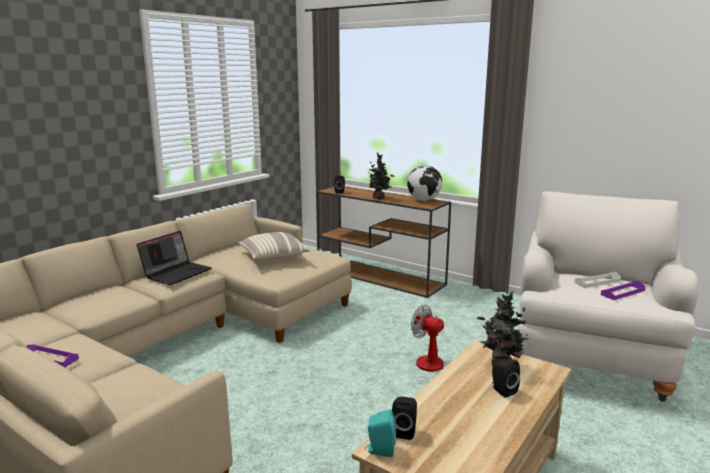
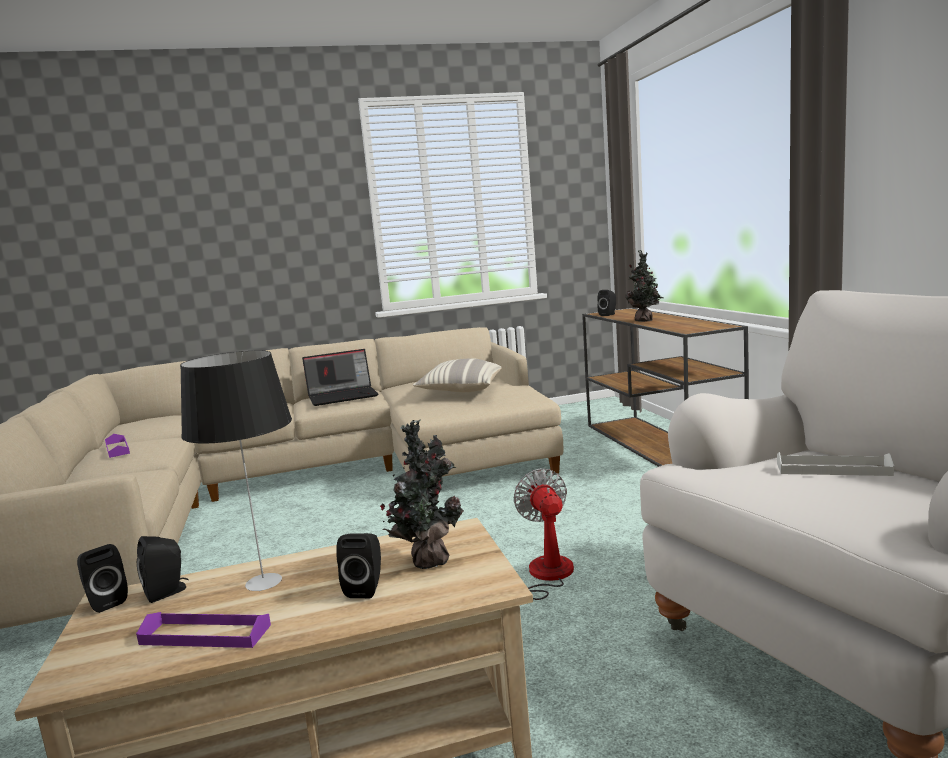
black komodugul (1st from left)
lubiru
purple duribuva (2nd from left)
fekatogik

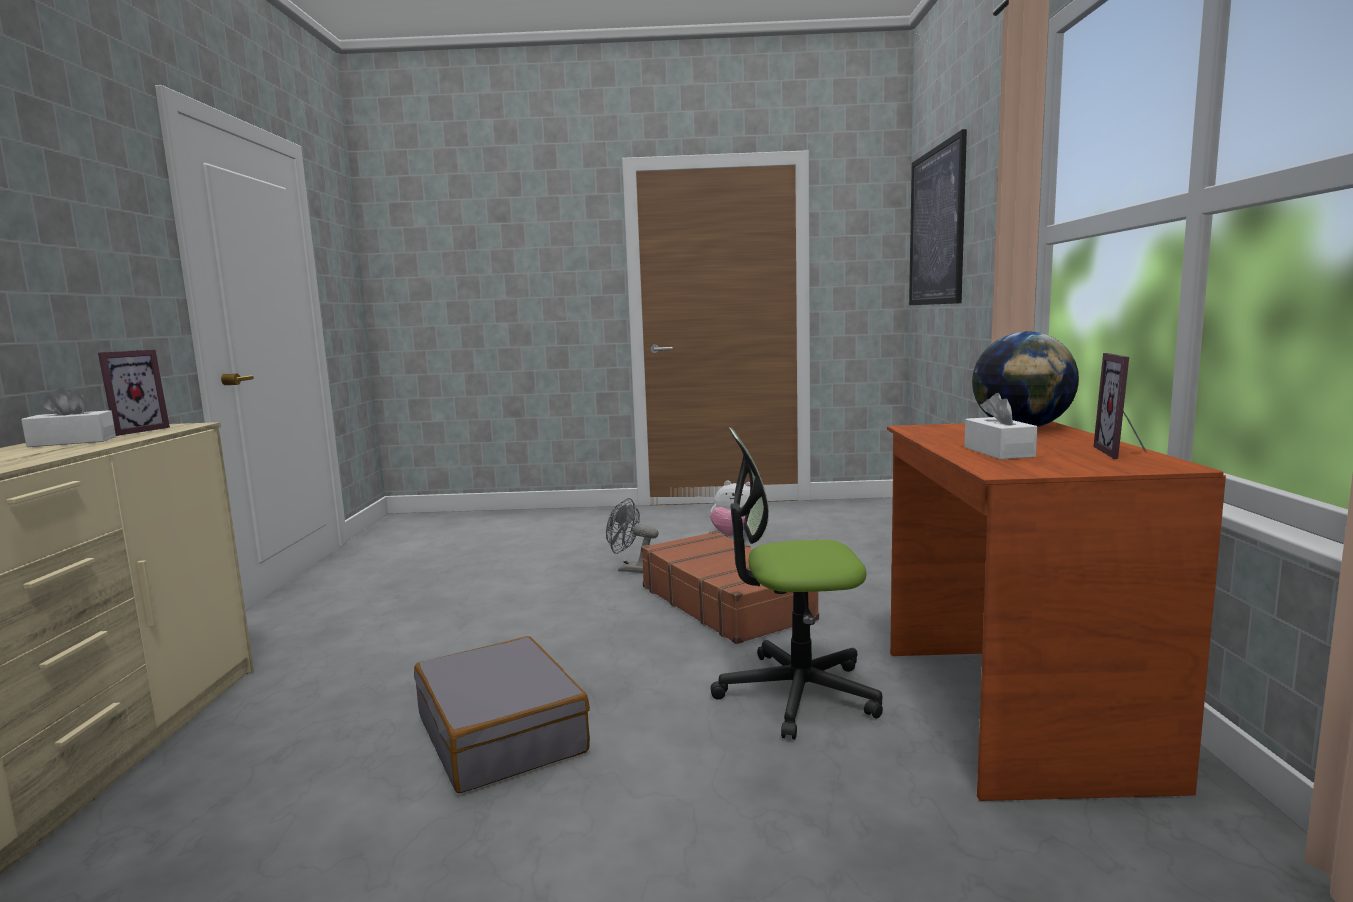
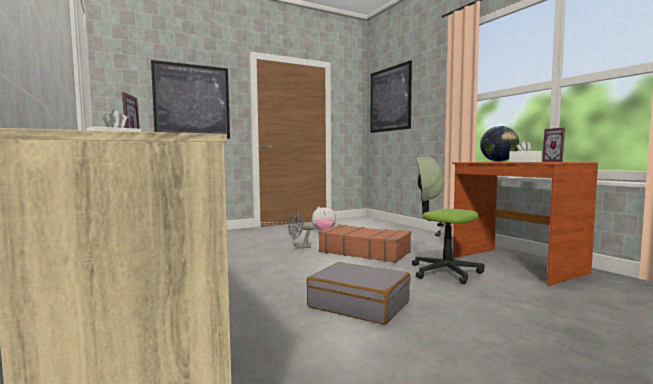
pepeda
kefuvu (1st from left)

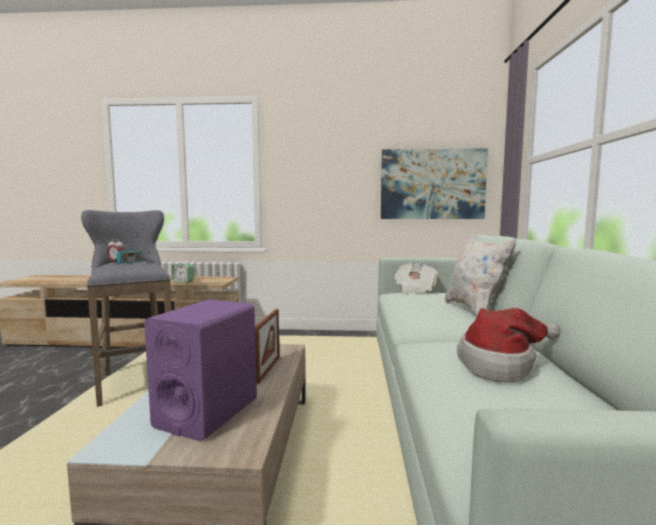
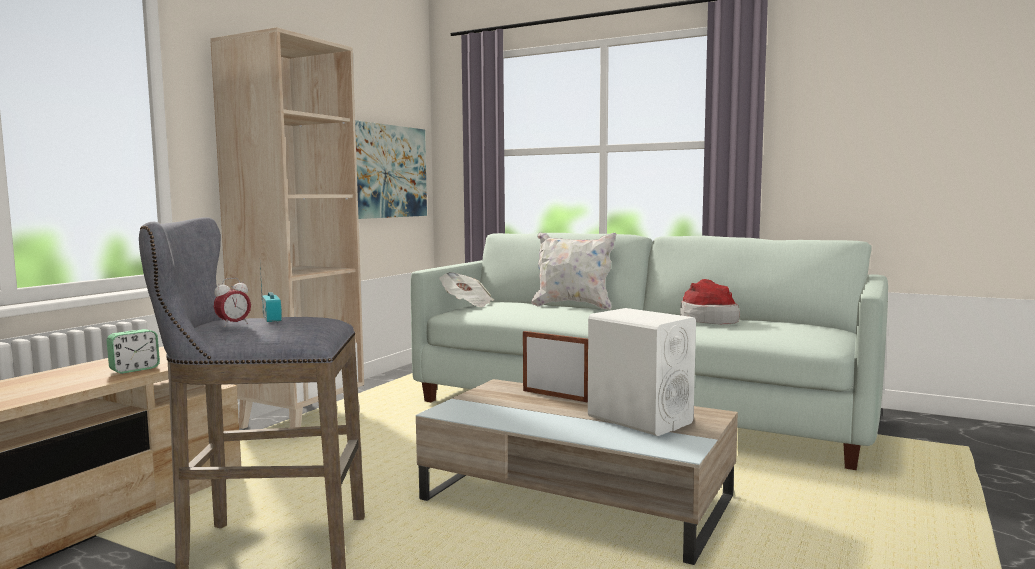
white komodugul
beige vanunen

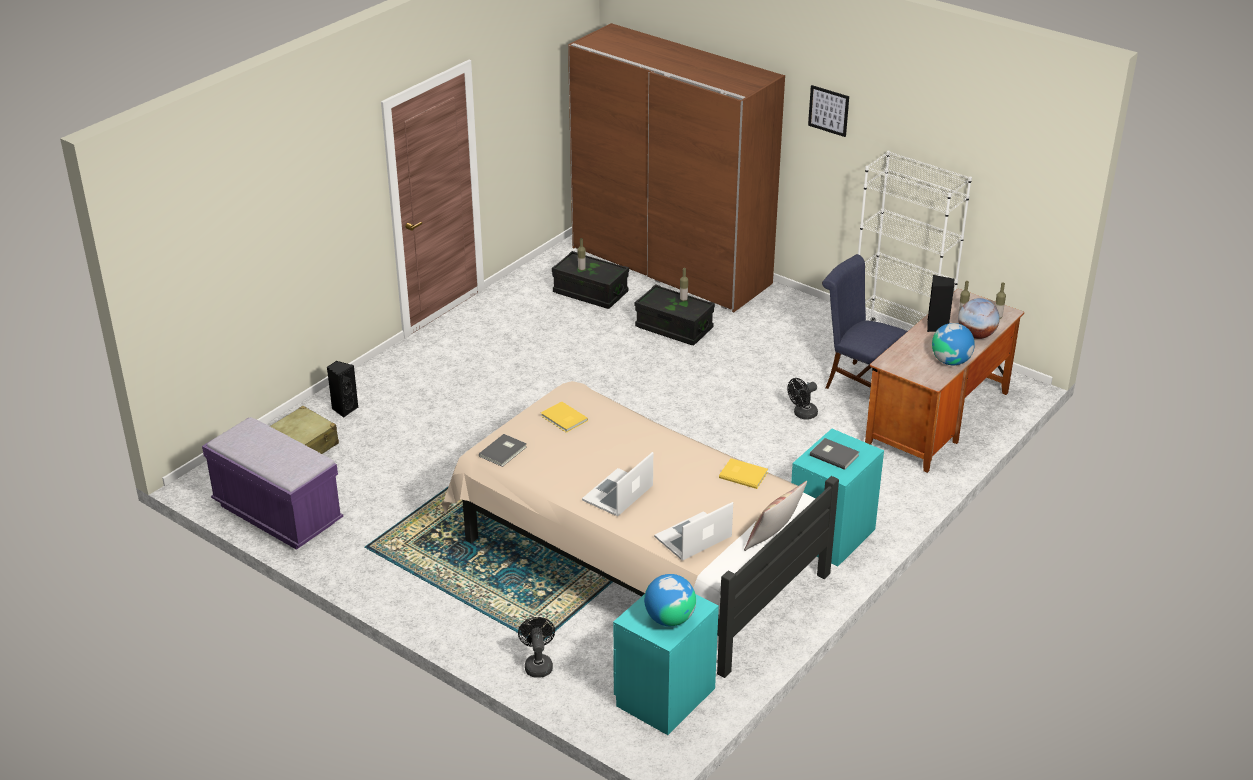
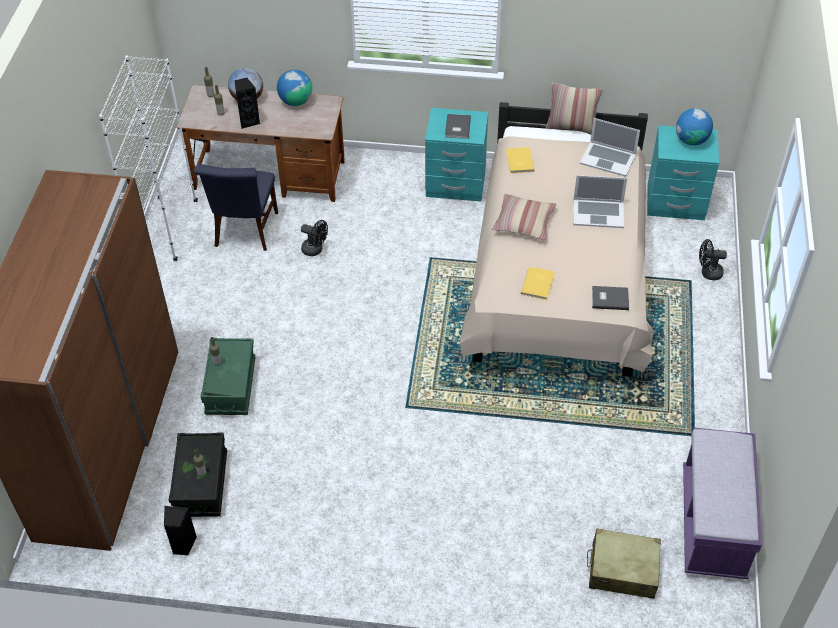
black komodugul (1st from left)
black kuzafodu (2nd from left)
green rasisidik
kefuvu
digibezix (1st from left)

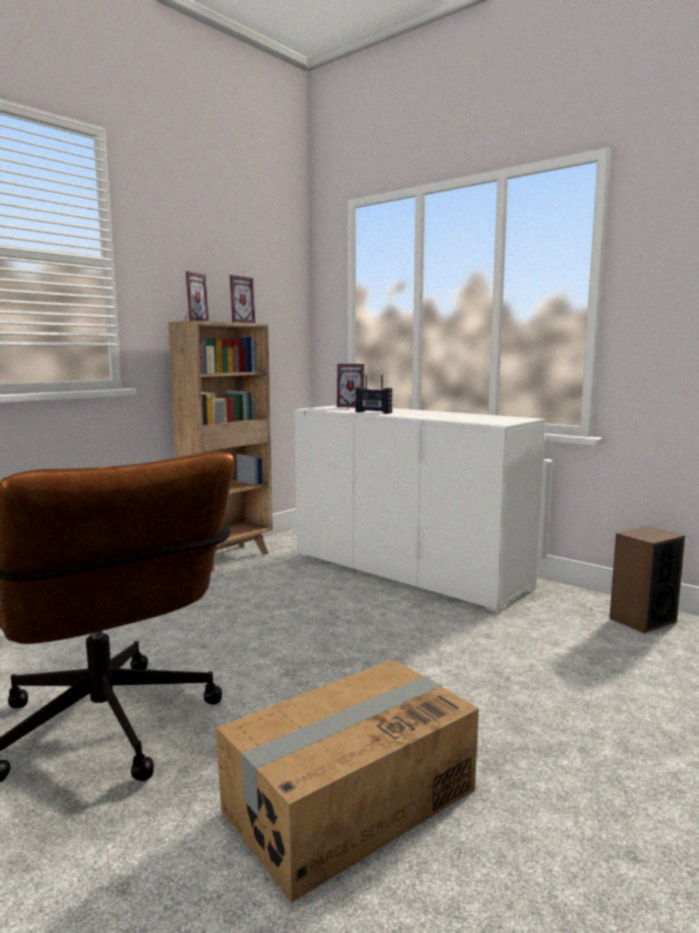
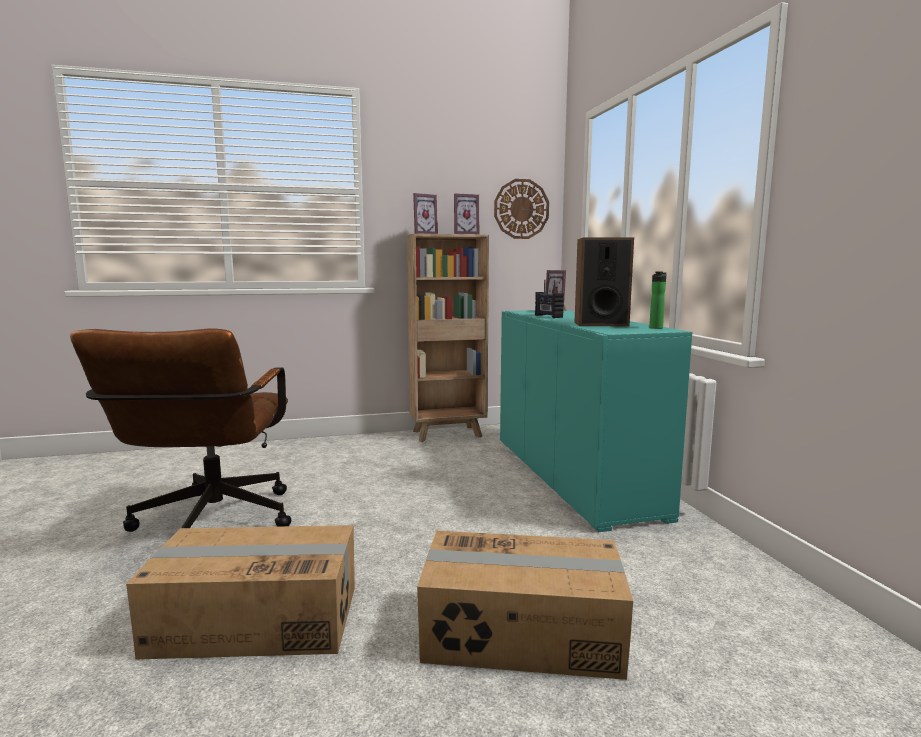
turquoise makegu
komodugul
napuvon (2nd from left)
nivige
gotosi

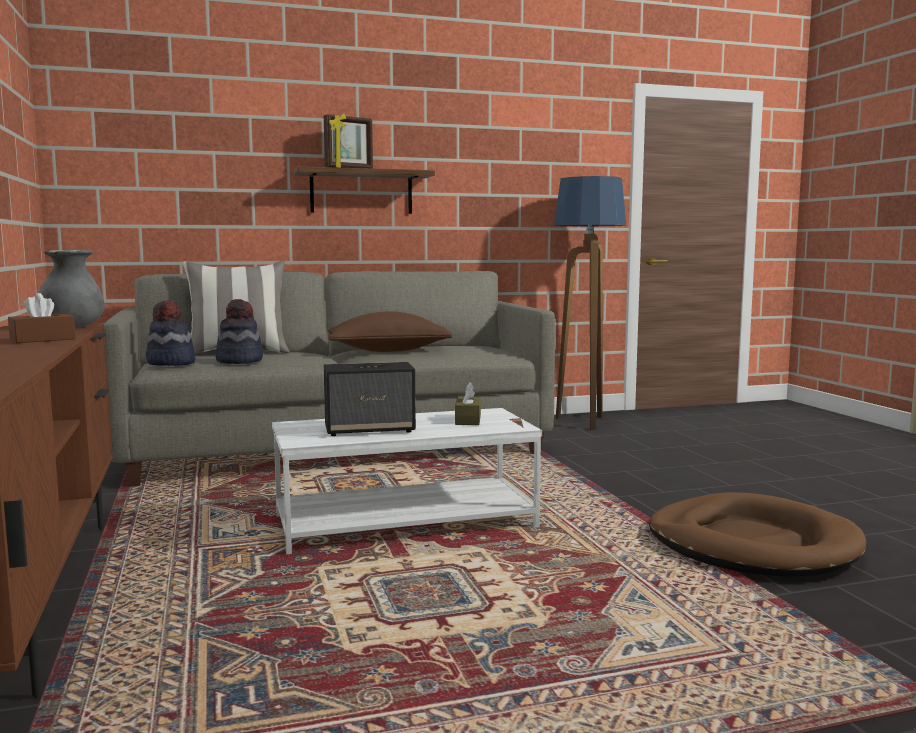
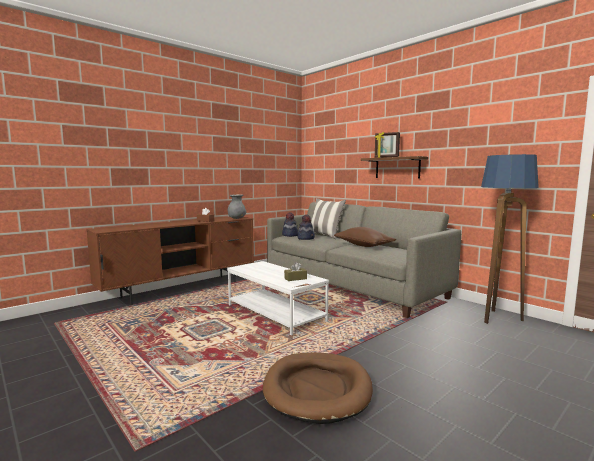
komodugul

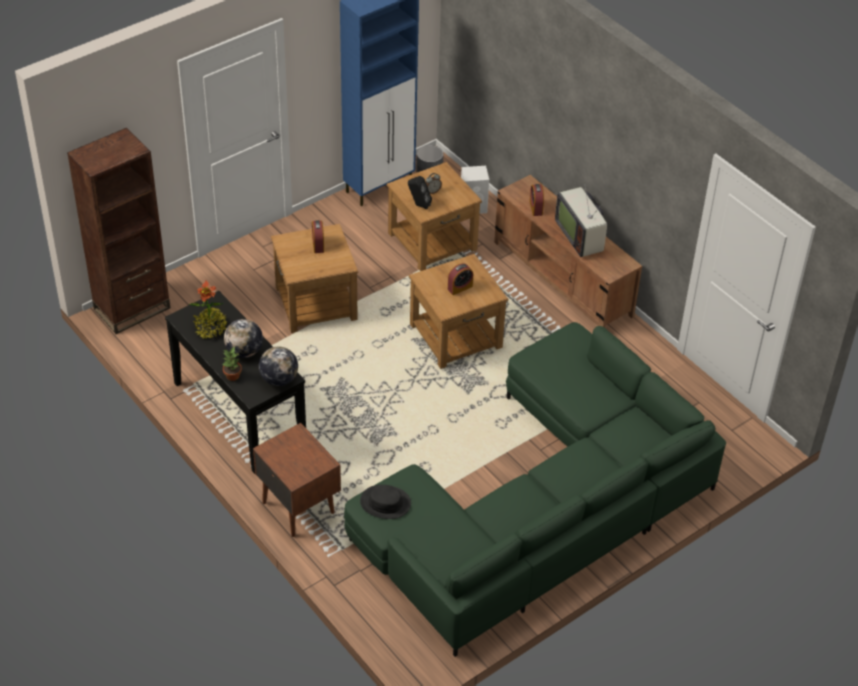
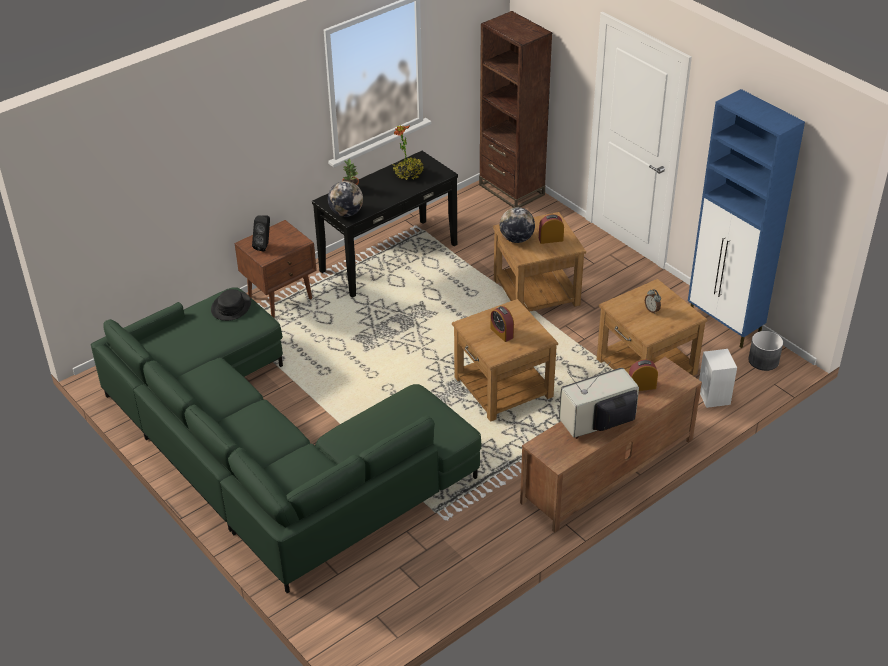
lubiru (2nd from left)
black komodugul

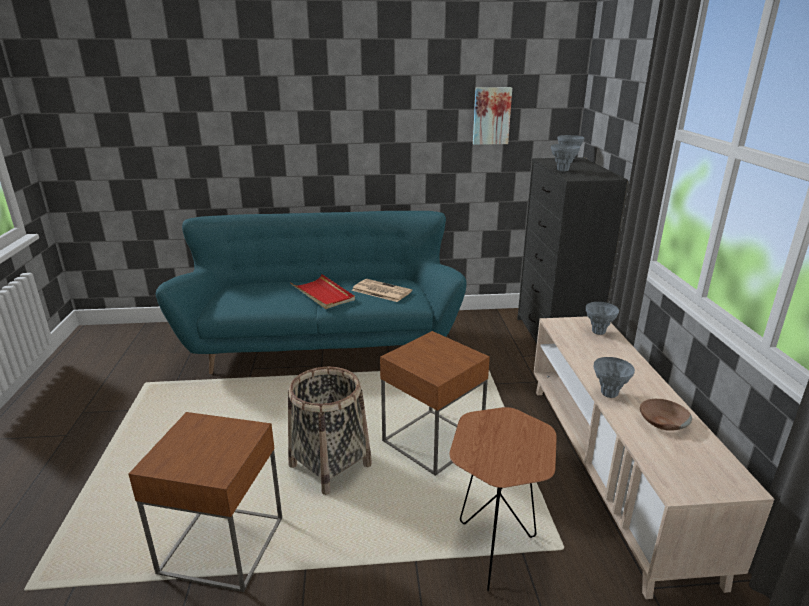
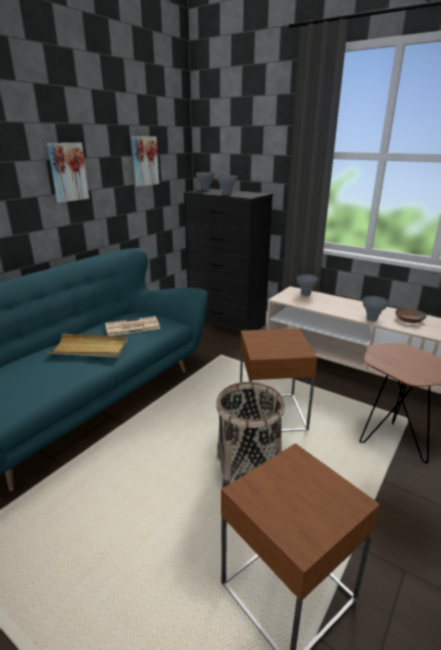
beige duribuva
kefuvu (1st from left)

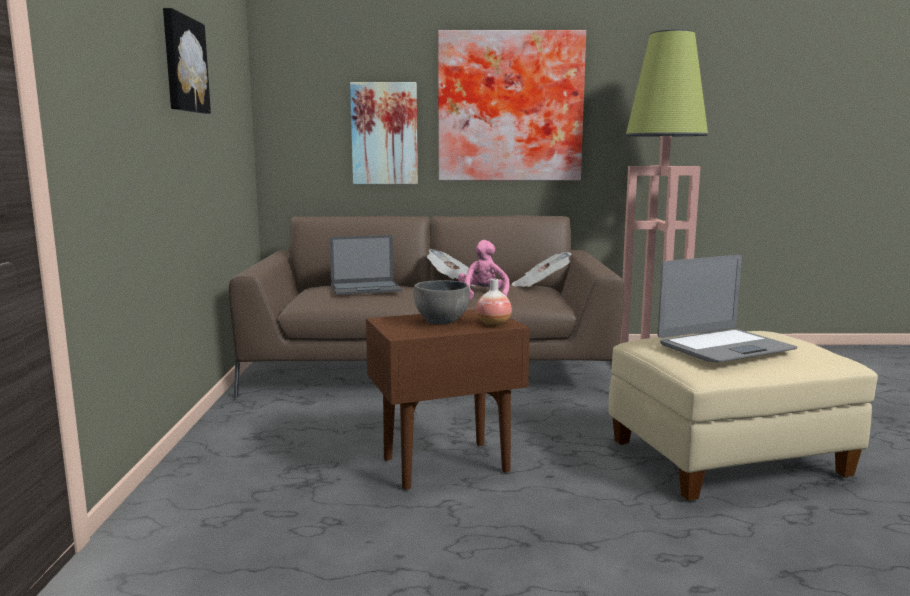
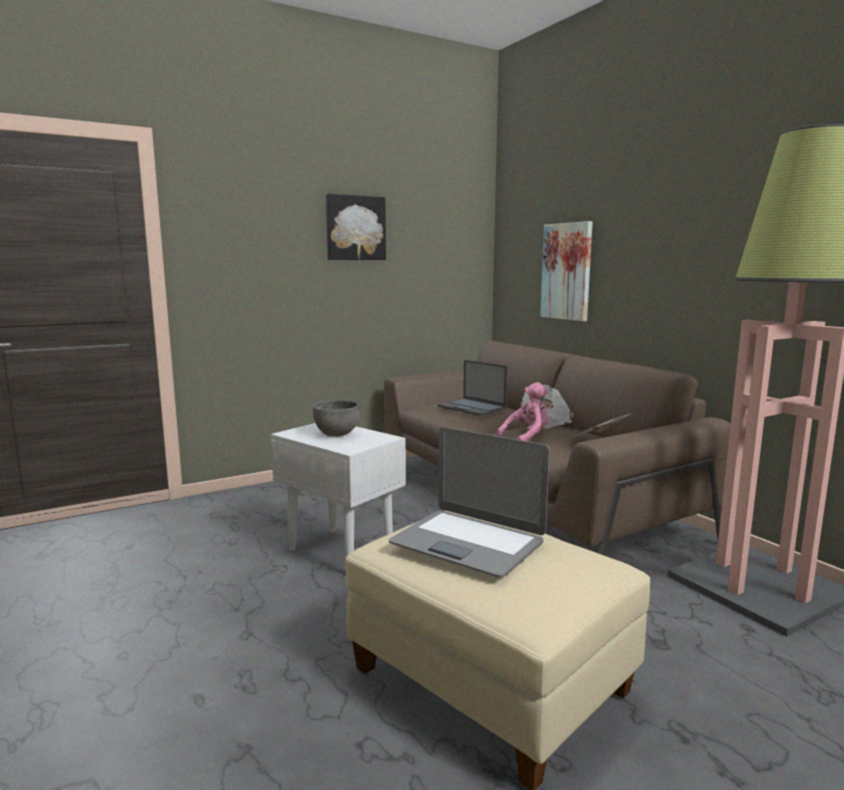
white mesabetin
kefuvu (3rd from left in the first image)
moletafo

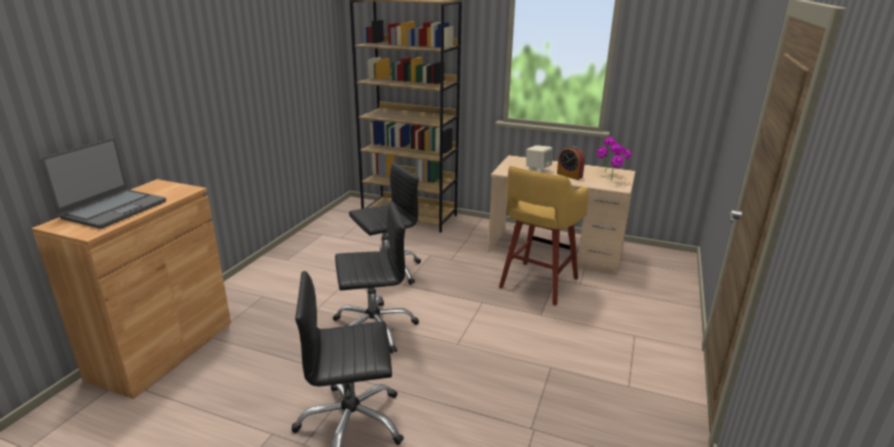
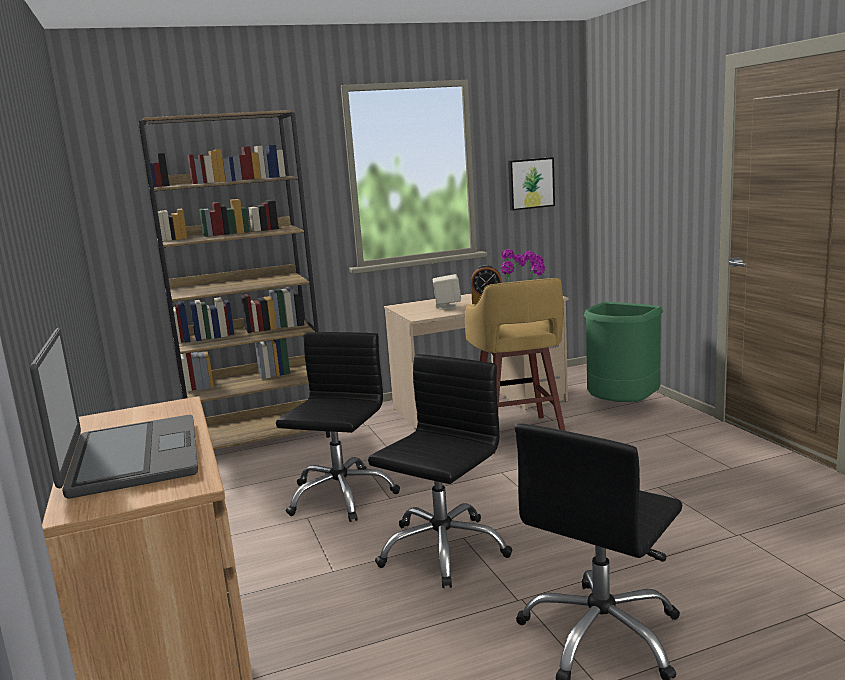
kefuvu
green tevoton

